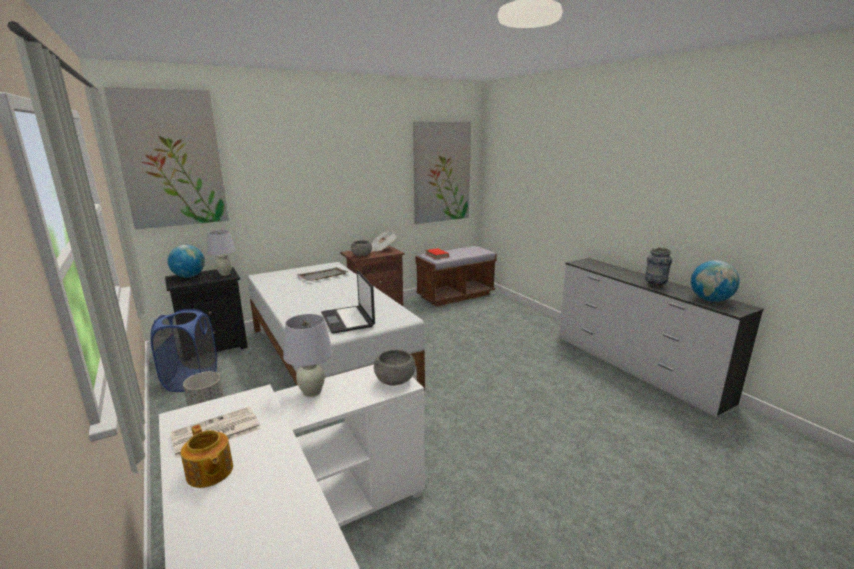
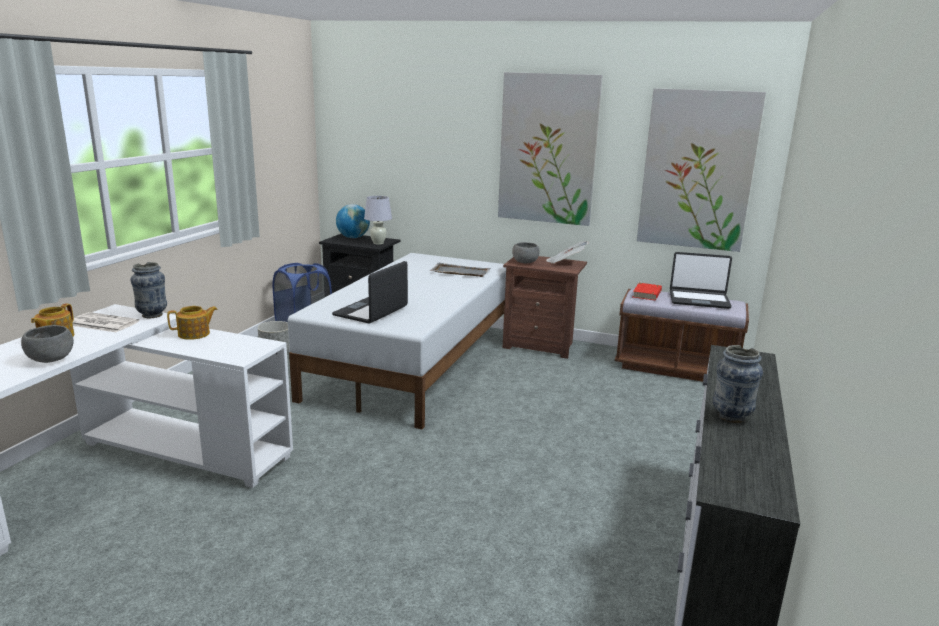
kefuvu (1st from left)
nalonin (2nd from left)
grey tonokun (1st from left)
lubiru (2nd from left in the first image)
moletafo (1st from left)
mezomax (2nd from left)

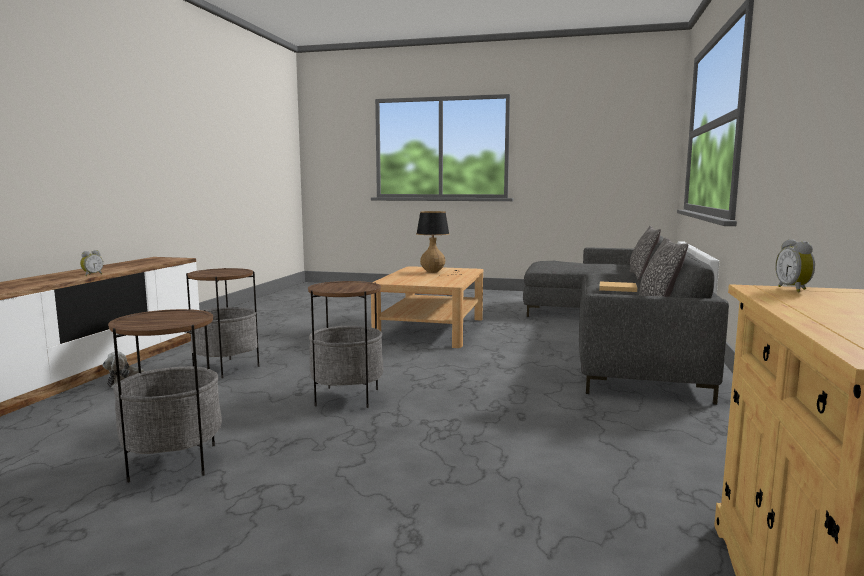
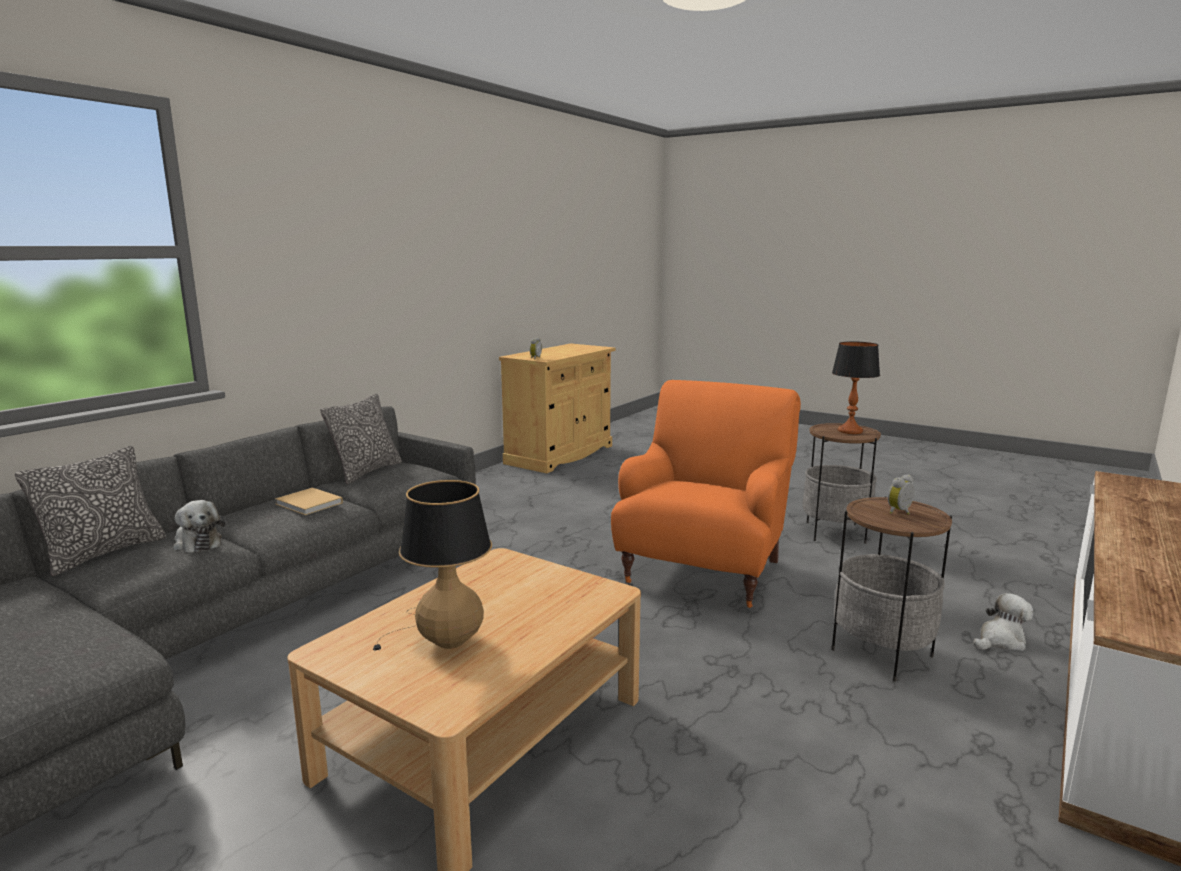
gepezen (2nd from left)
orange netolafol
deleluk (1st from left)
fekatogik (2nd from left)

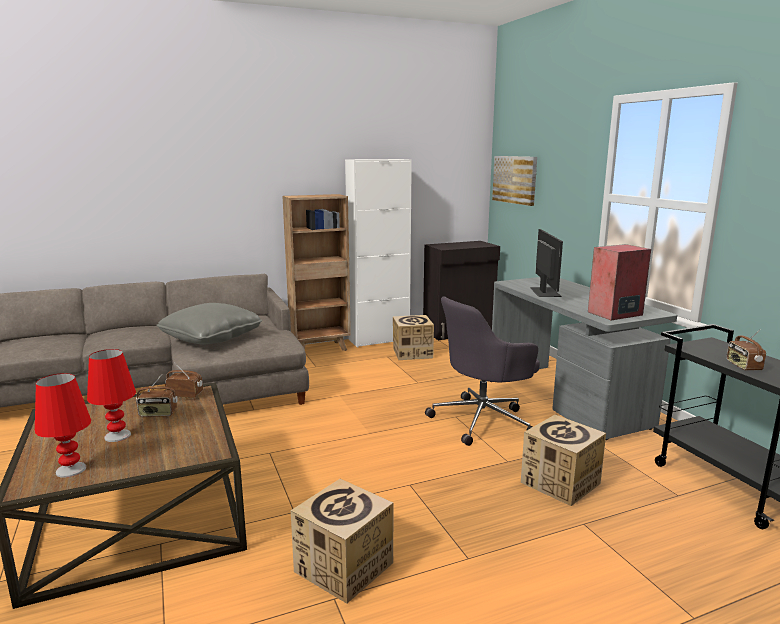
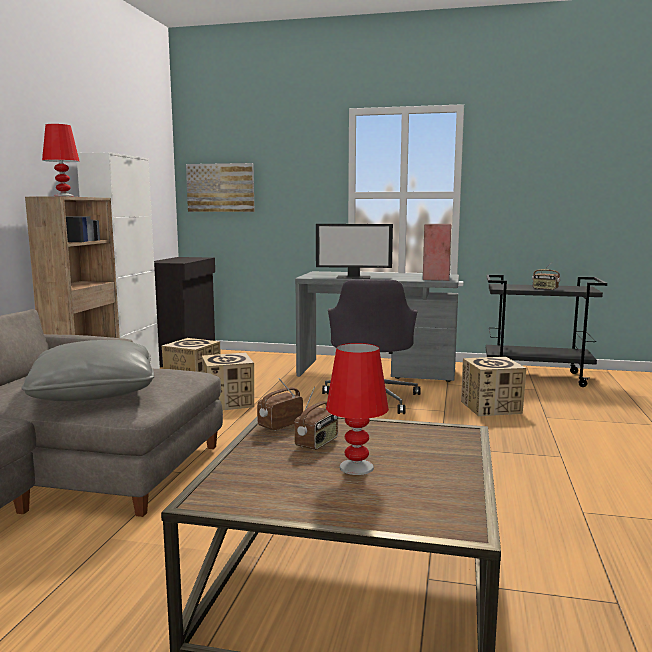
red fekatogik (1st from left)
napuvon (2nd from left)
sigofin

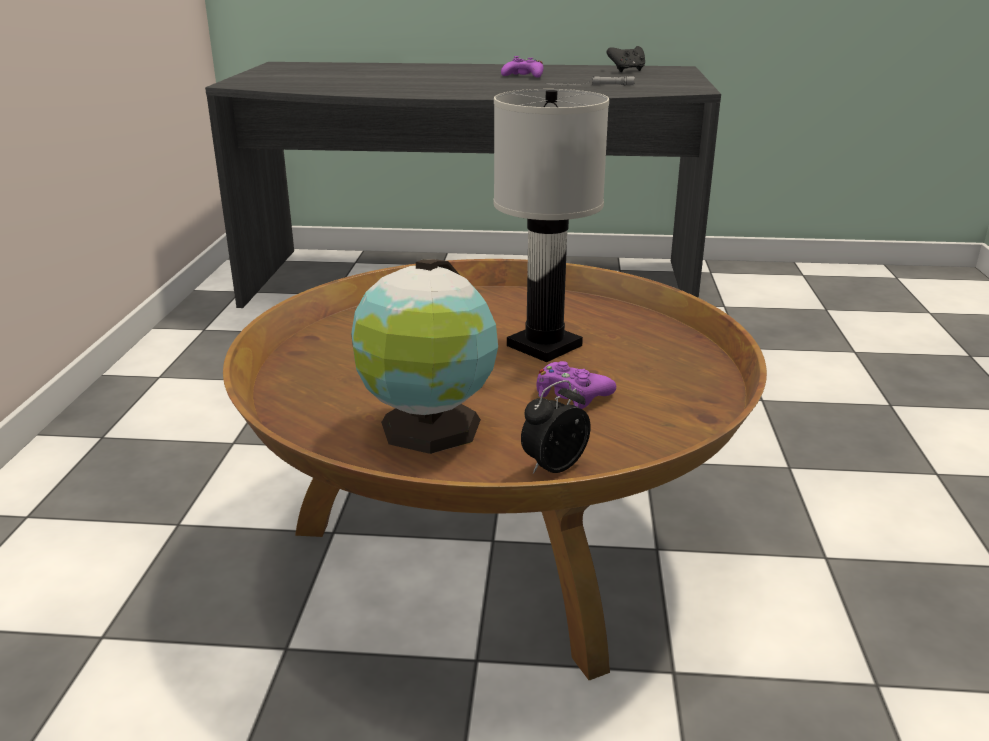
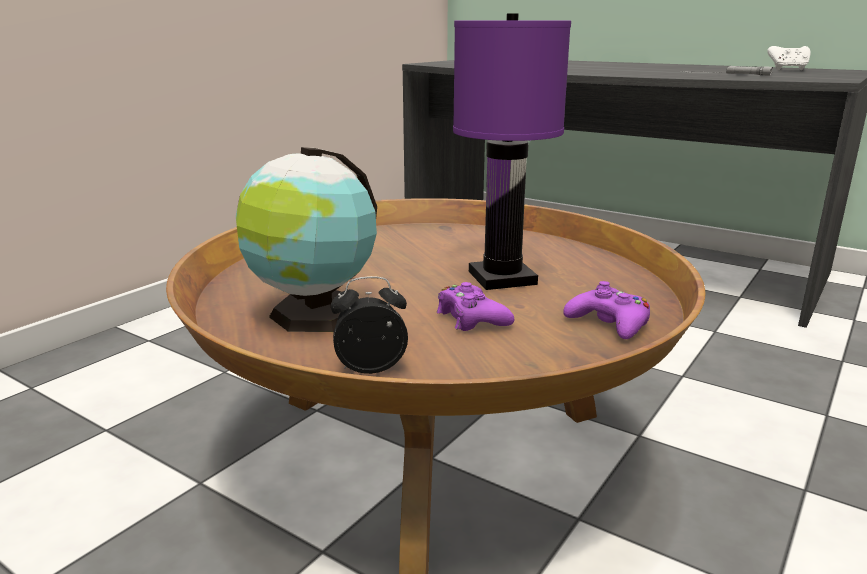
purple fekatogik
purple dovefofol (2nd from left)
white dovefofol

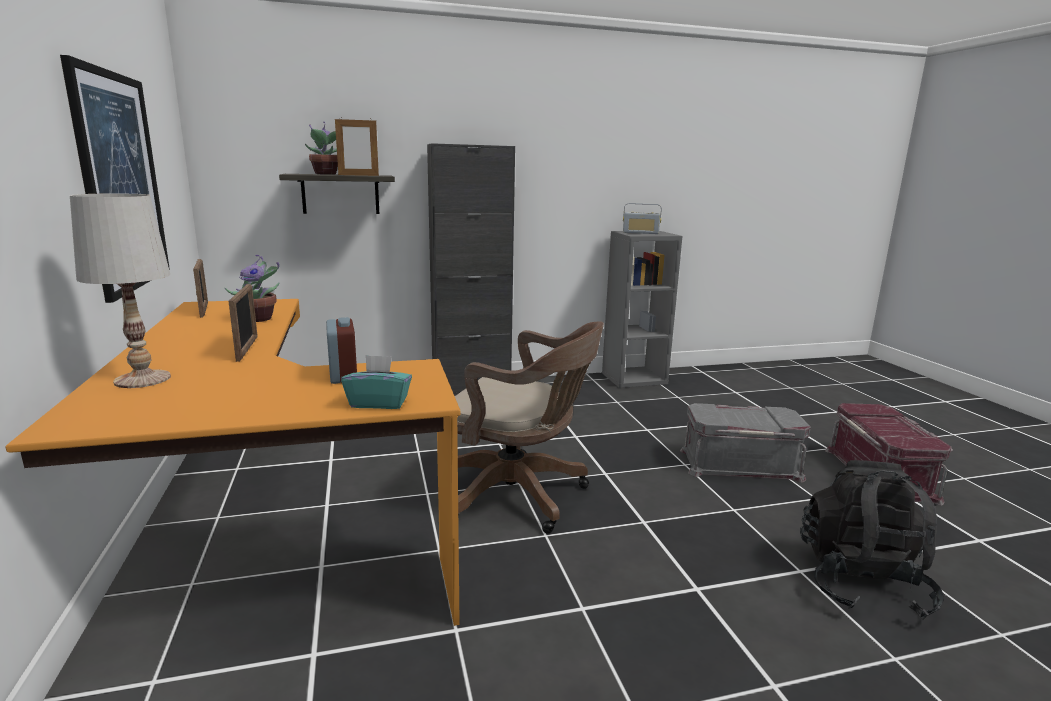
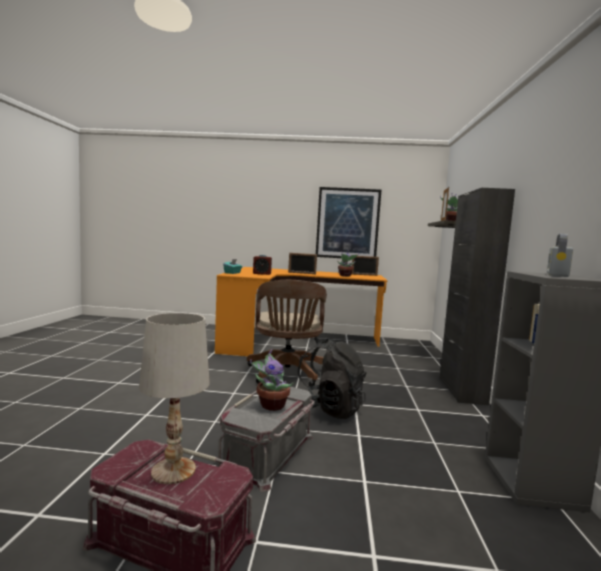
white fekatogik
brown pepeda
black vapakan
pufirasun (1st from left)

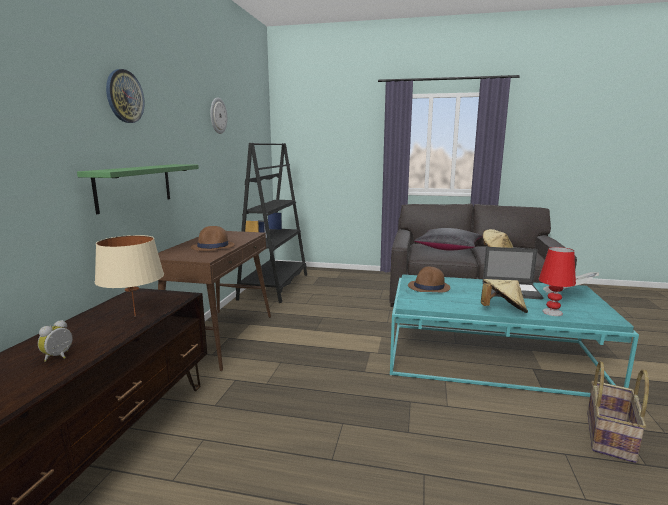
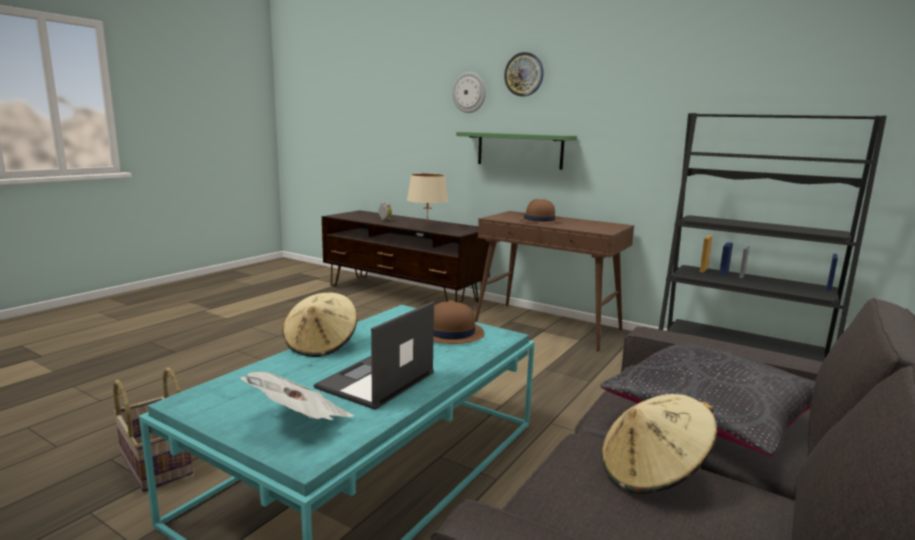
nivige (1st from left)
red fekatogik

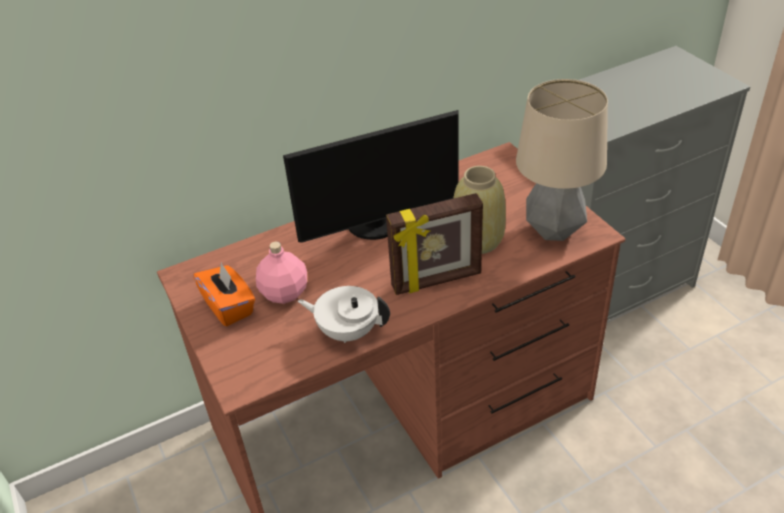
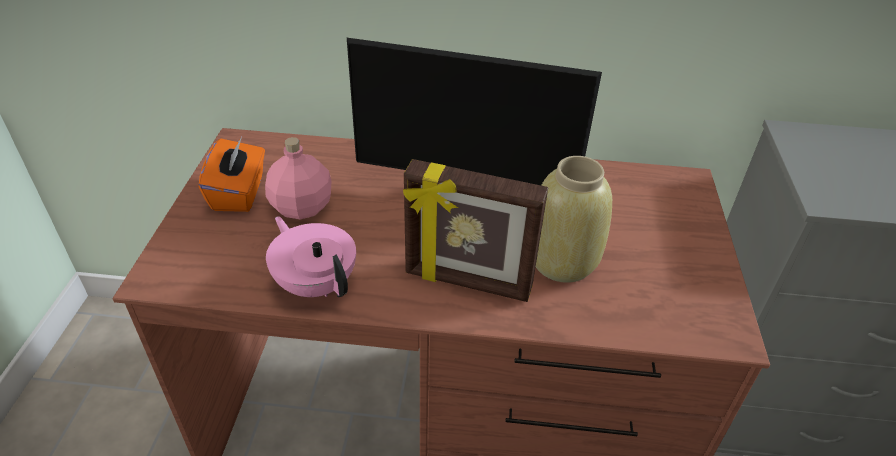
pink nalonin
fekatogik

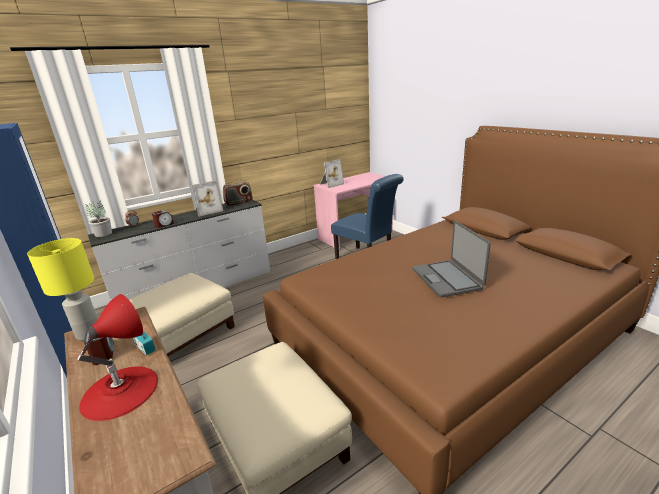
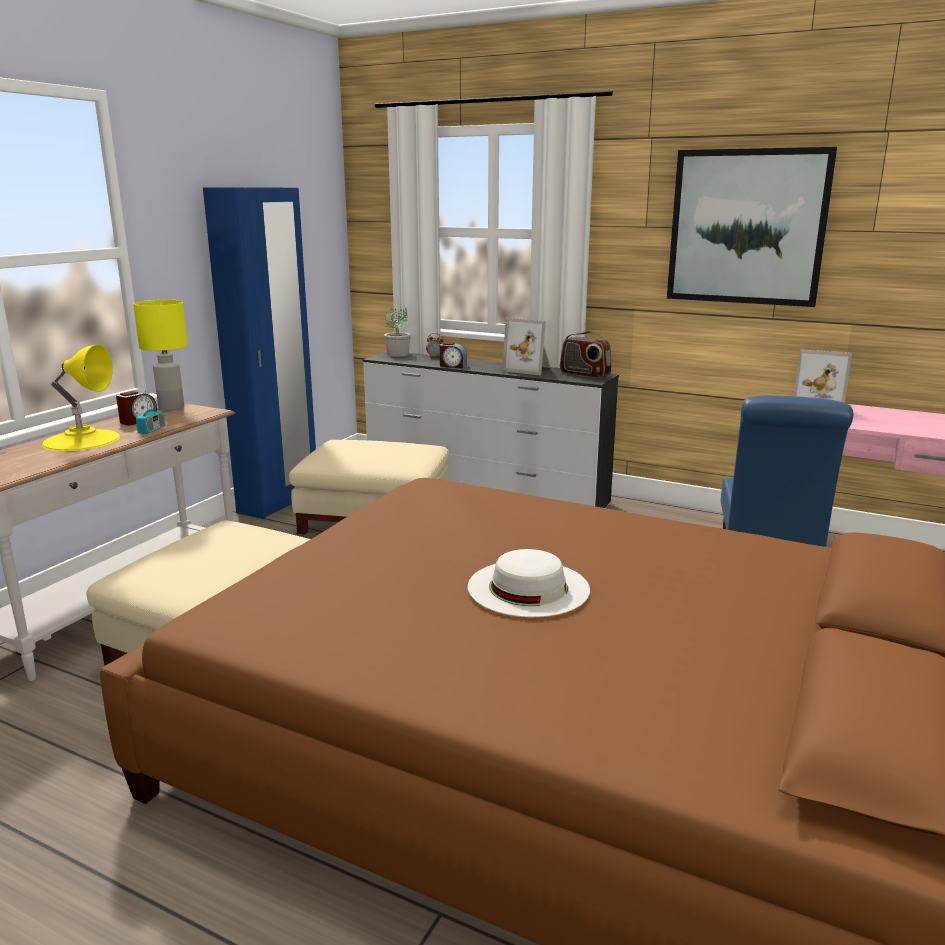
yellow fekatogik (1st from left)
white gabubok
kefuvu

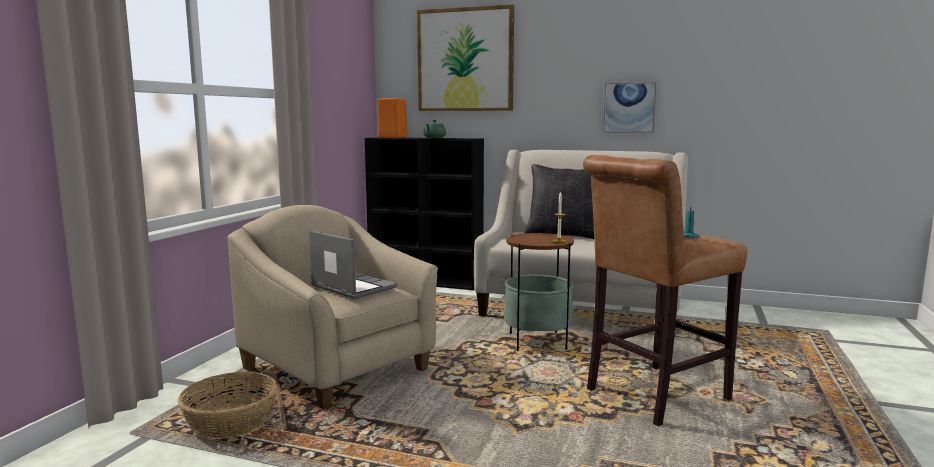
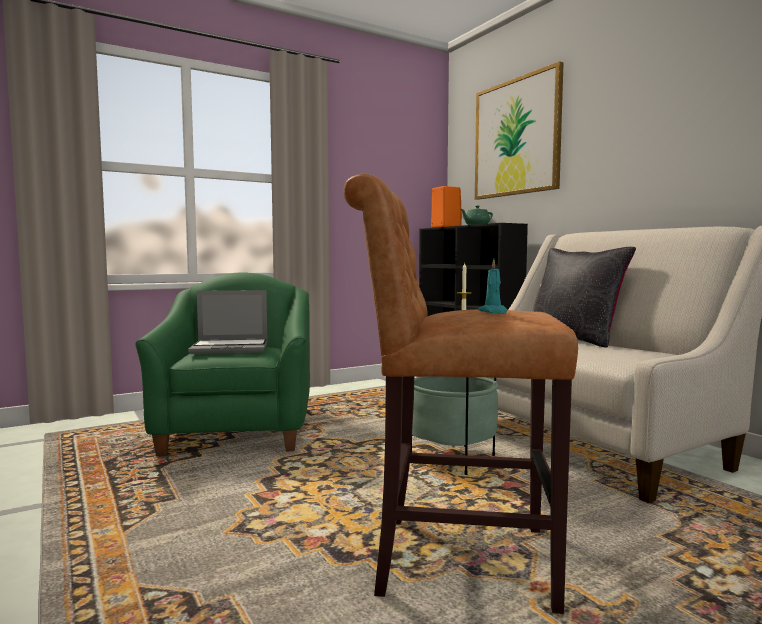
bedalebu
green netolafol
mezomax
kefuvu (2nd from left in the first image)

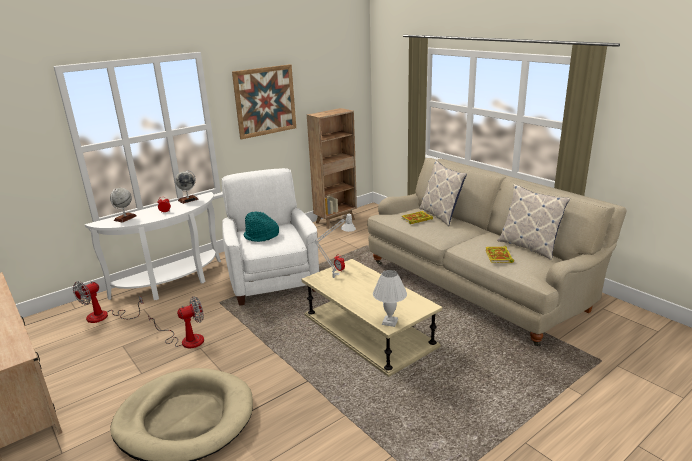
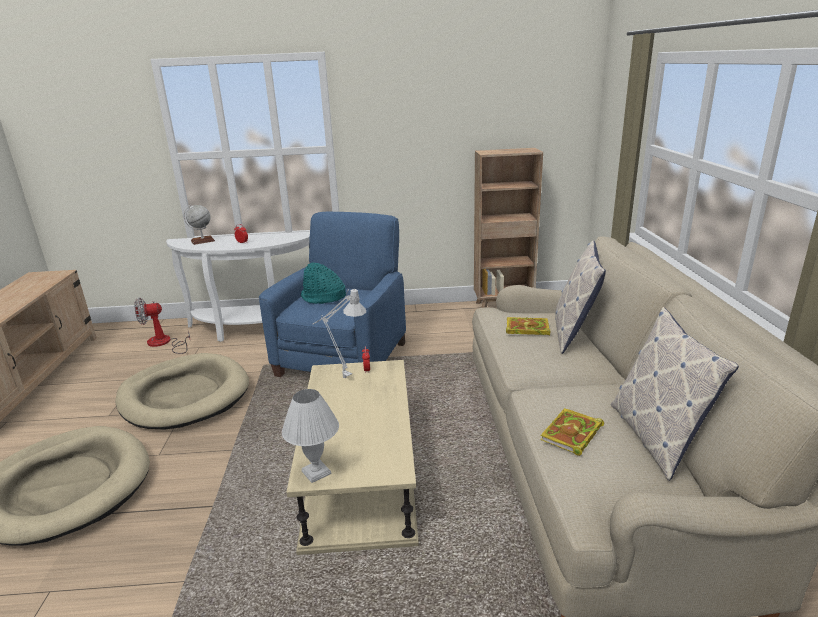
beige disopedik (2nd from left)
lubiru (2nd from left in the first image)
blue netolafol
kefuvu

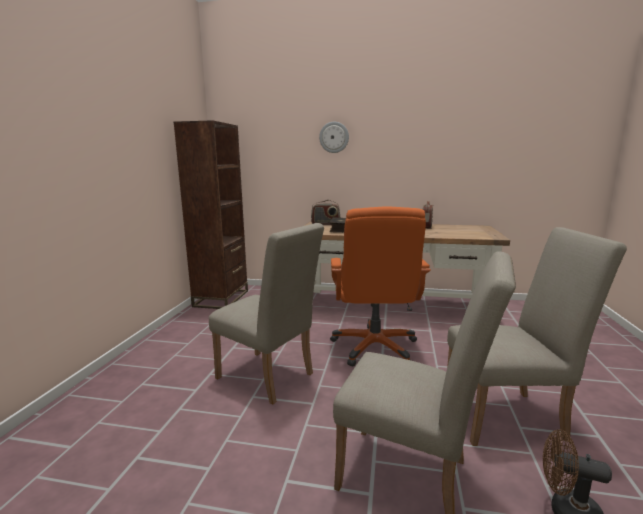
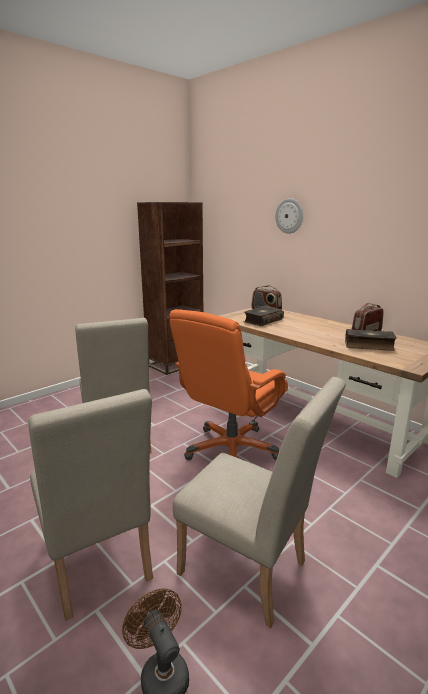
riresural (2nd from left)

